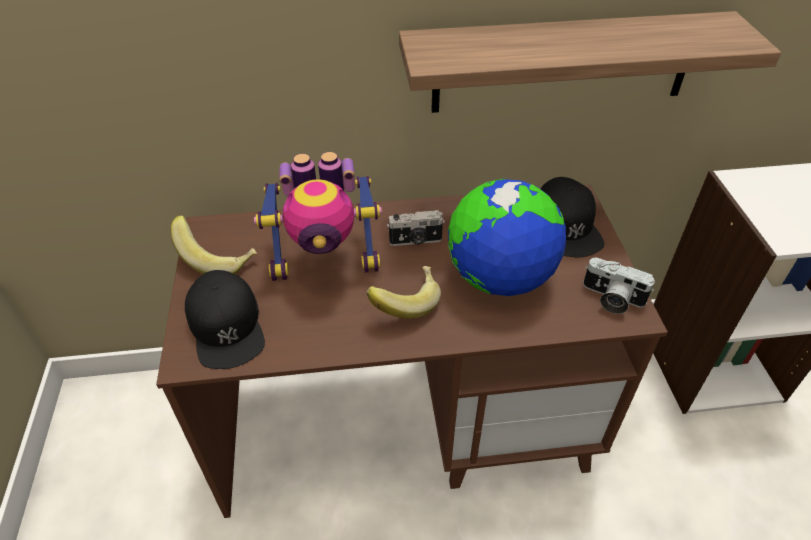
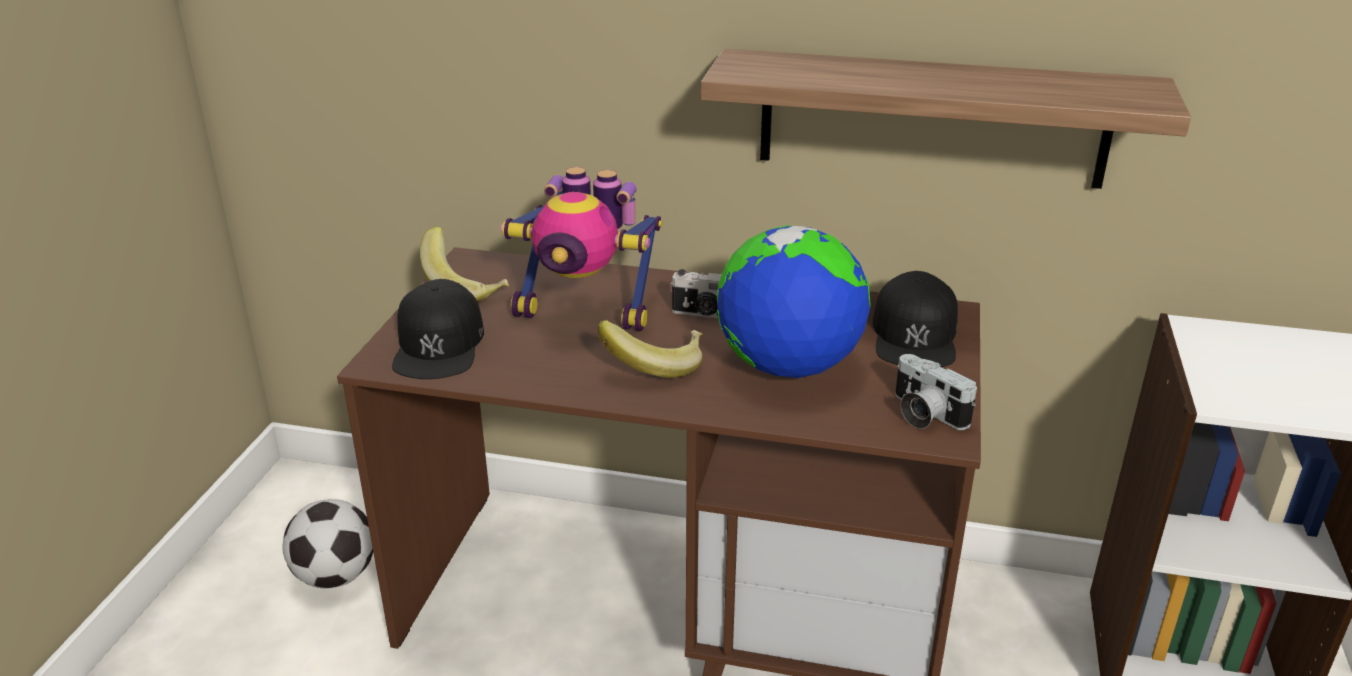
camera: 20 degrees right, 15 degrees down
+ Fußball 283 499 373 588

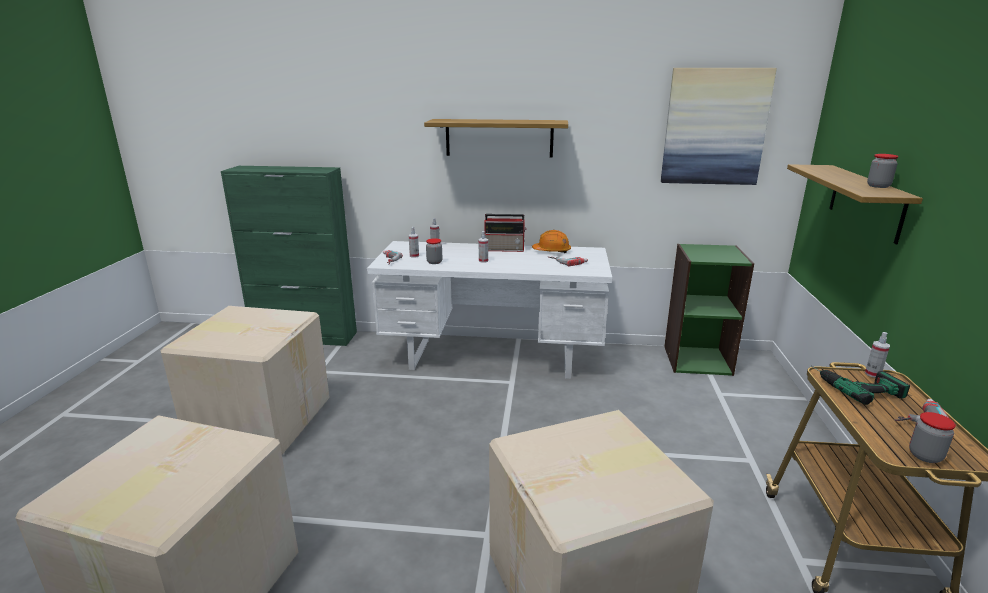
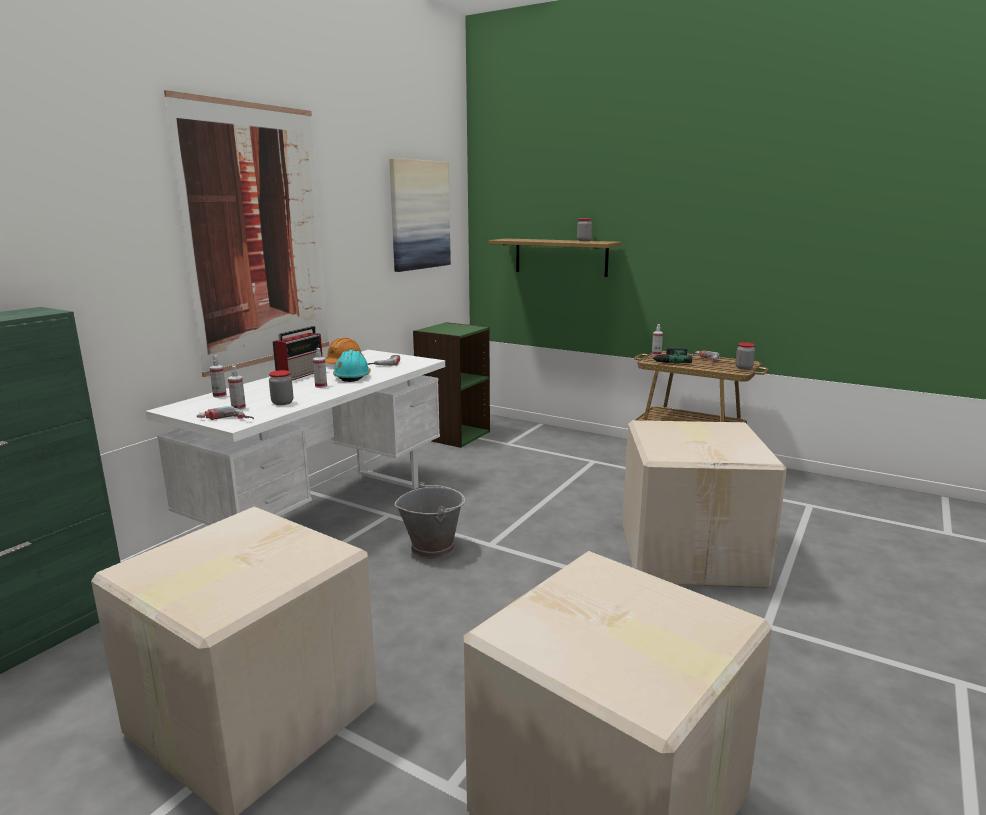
camera: 65 degrees left, 5 degrees down
+ Schutzhelm [türkis] 333 350 371 382
+ Eimer [grau] 394 481 465 559
~ Wandregal 424 119 568 157 to Bild 164 90 329 377

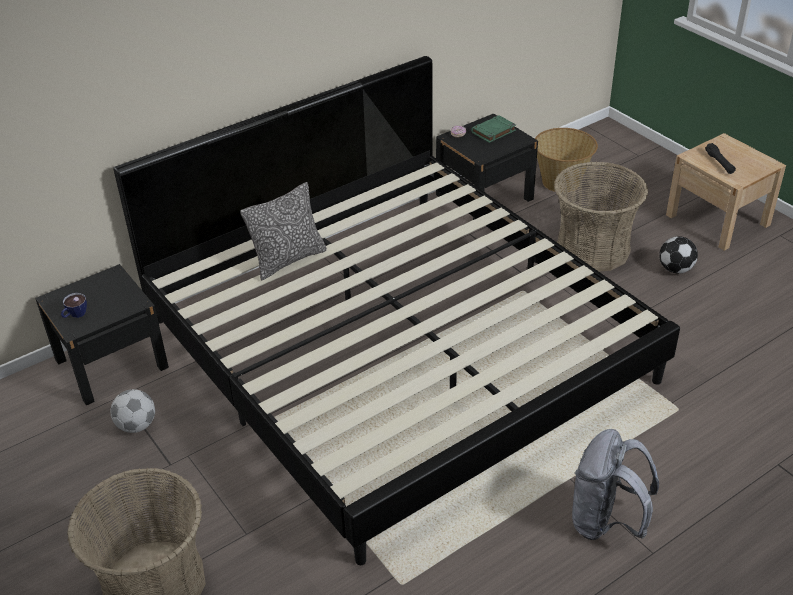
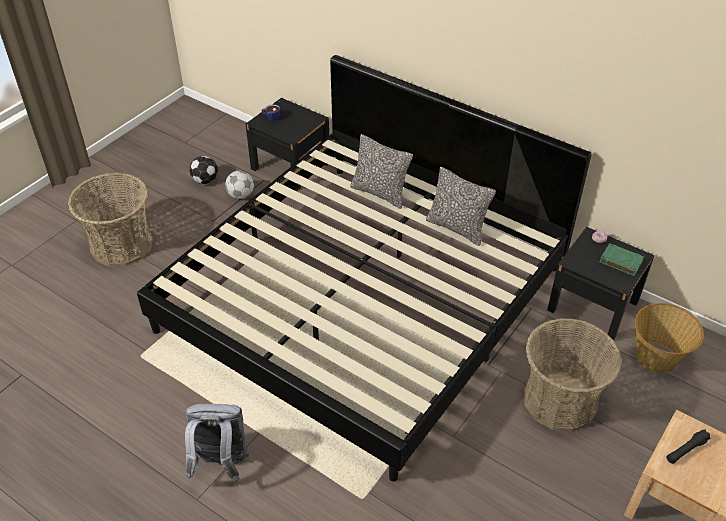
camera: 70 degrees right, 5 degrees up
+ Kissen 426 167 496 246
~ Fußball 659 236 698 274 to 189 156 218 184

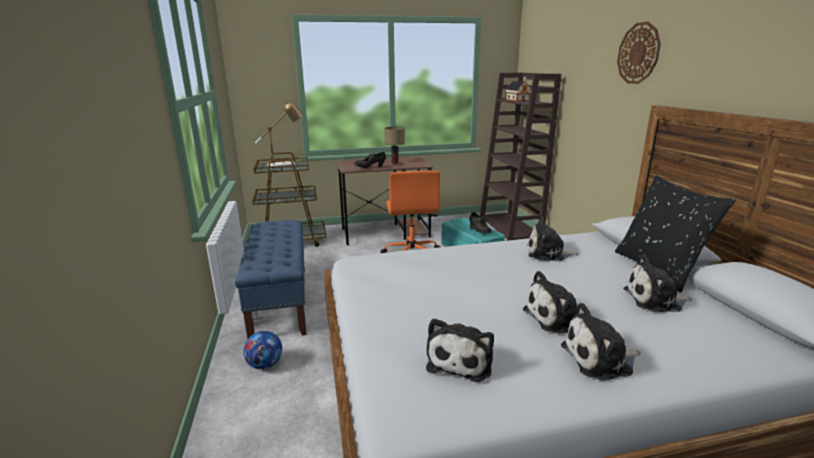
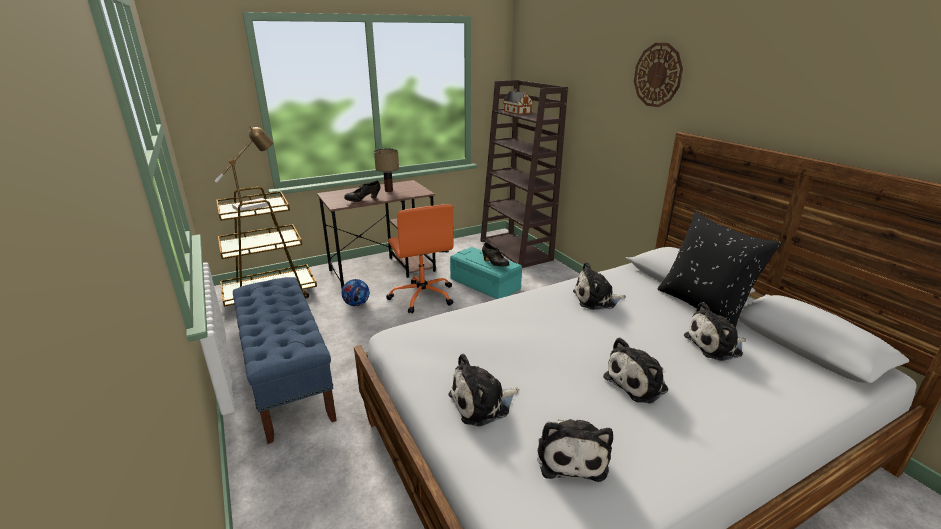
camera: 15 degrees left, 5 degrees up
~ Fußball 243 331 282 369 to 342 279 369 306
~ Plüschtier 561 303 641 380 to 449 354 519 426

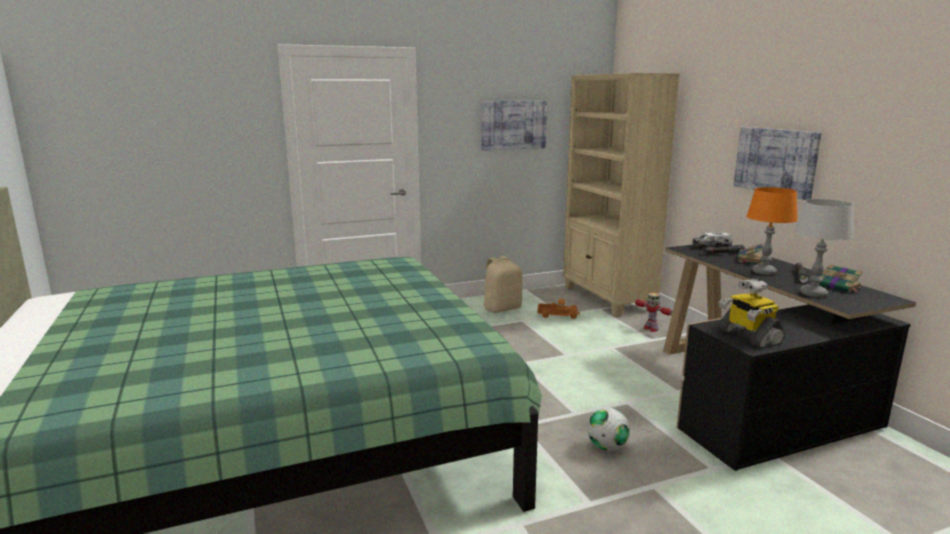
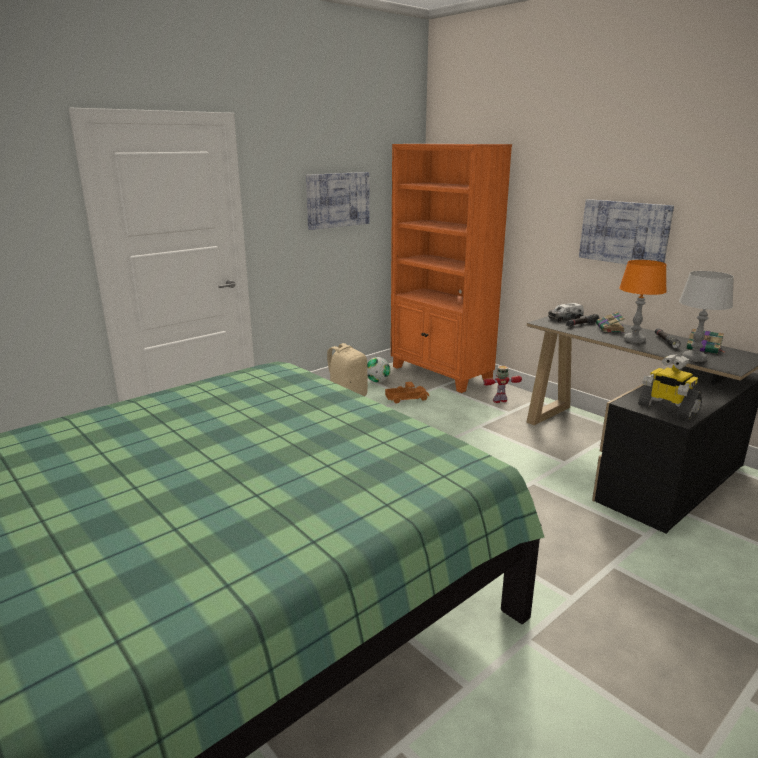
camera: 20 degrees left, 5 degrees up
~ Fußball 587 407 630 451 to 367 357 391 382
~ Bücherregal [beige] 563 73 680 317 to Bücherregal [orange] 391 144 512 393
~ Spielzeugroboter 635 292 672 332 = 483 366 522 403 135 degrees clockwise

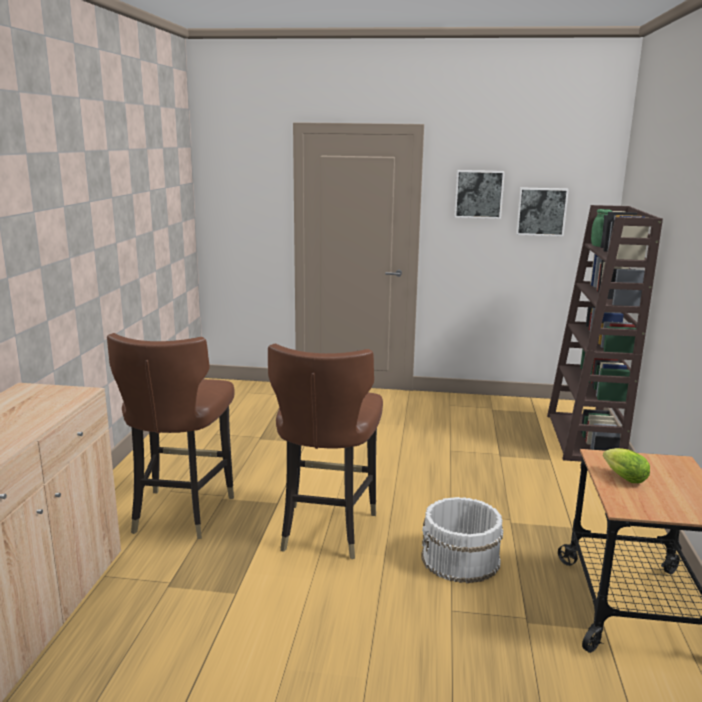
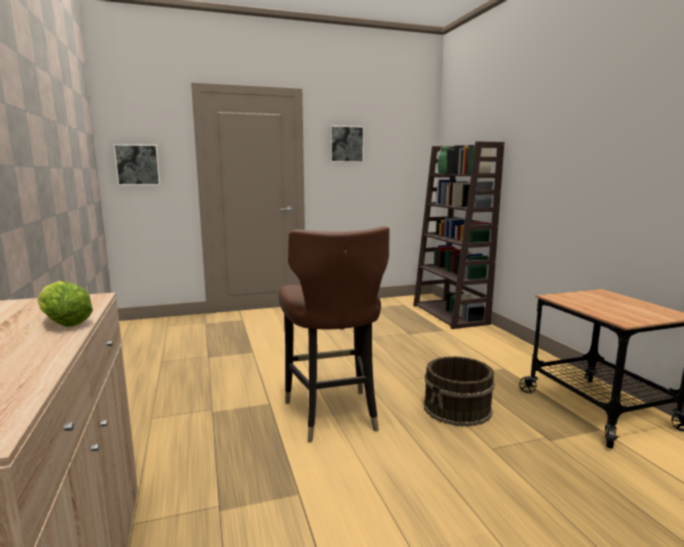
camera: 25 degrees left, 5 degrees down
- Stuhl [braun] 107 333 235 539
~ Bild 516 187 569 236 to 113 144 161 186
~ Salatkopf 603 448 650 483 to 38 281 93 327
~ Eimer [weiß] 421 497 503 583 to Eimer [braun] 424 356 495 427

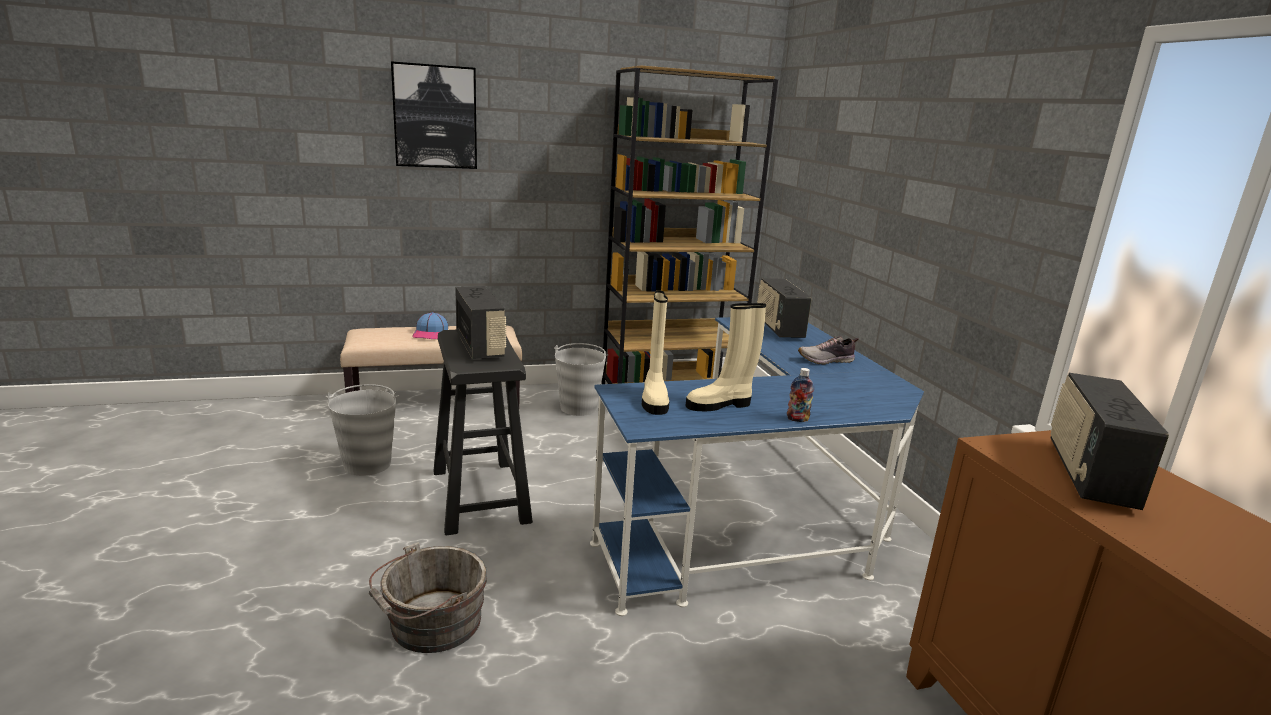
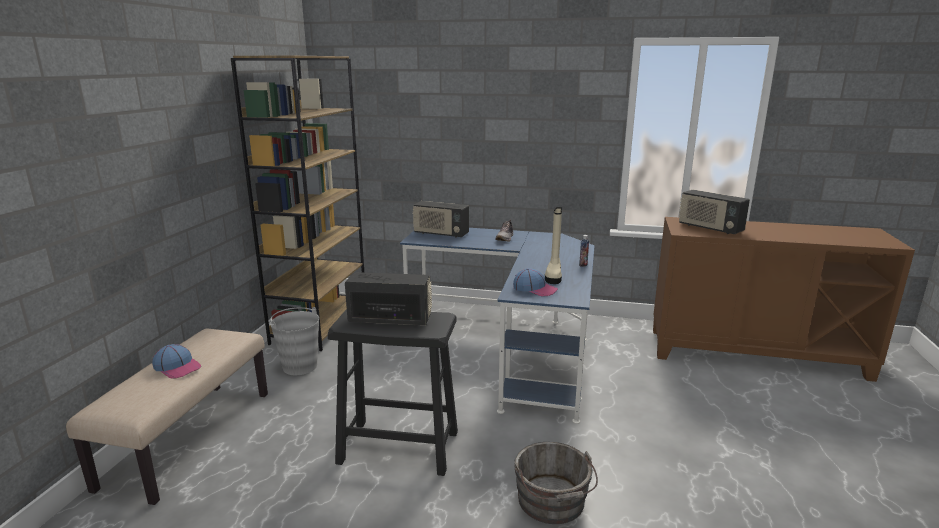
camera: 60 degrees left, 0 degrees up
- Eimer [grau] 326 384 399 476
- Bild 391 61 477 169
~ Stiefel [beige] 642 290 669 415 to Kappe 513 268 558 296

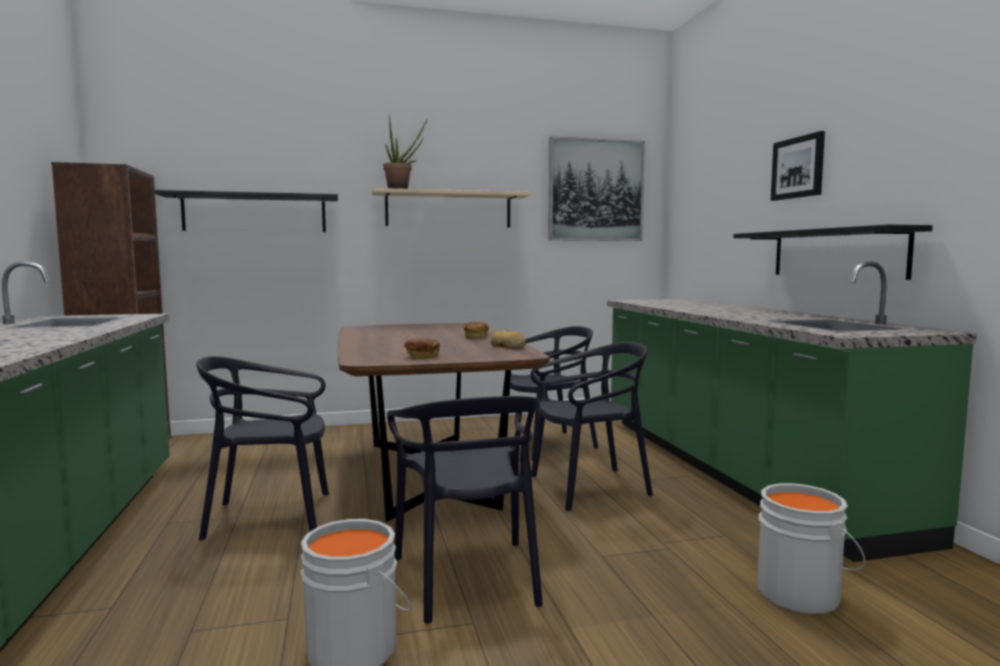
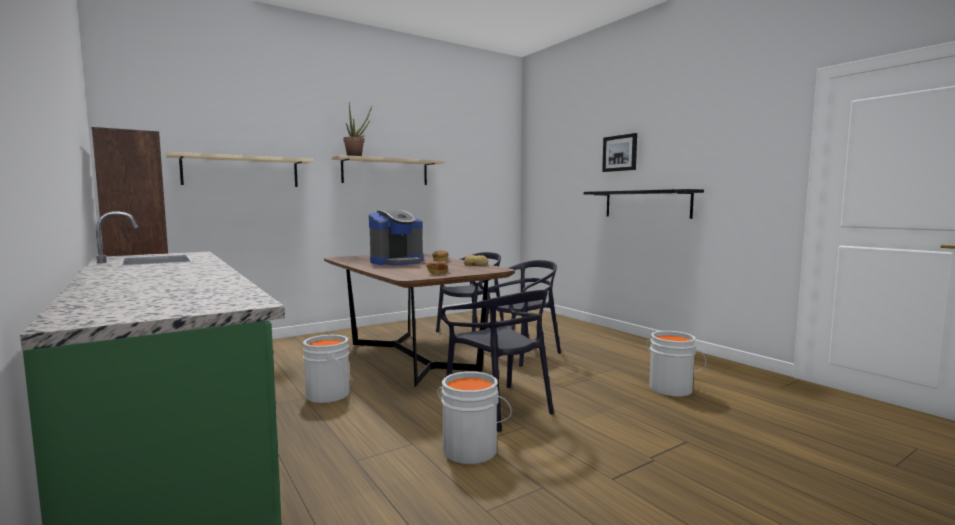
camera: 20 degrees left, 0 degrees up
- Bild 548 136 645 241
- Küchenzeile [grün] 607 262 977 562
+ Kaffeemaschine 369 210 423 265
~ Stuhl [schwarz] 196 356 329 540 to Eimer [grau] 303 335 353 403
~ Wandregal [schwarz] 155 190 338 232 to Wandregal [beige] 166 152 314 187

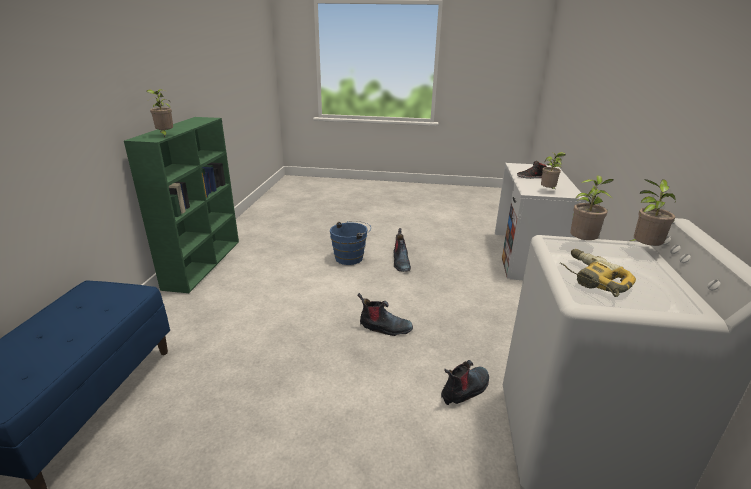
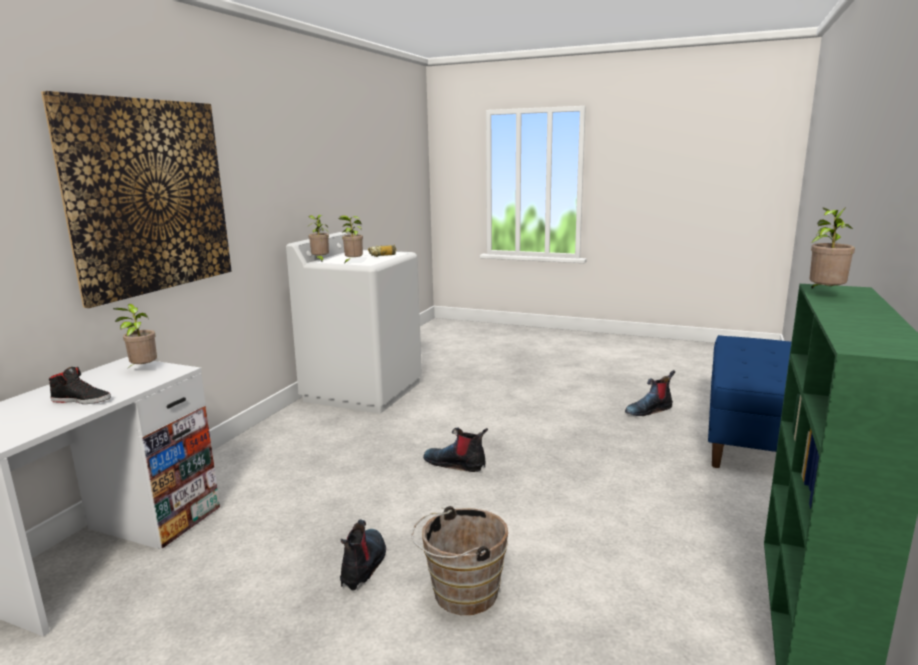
camera: 165 degrees left, 10 degrees down
+ Bild 41 91 232 308
~ Stiefel 441 360 489 405 to 625 370 675 416
~ Eimer [blau] 330 221 371 265 to Eimer [braun] 412 506 508 615

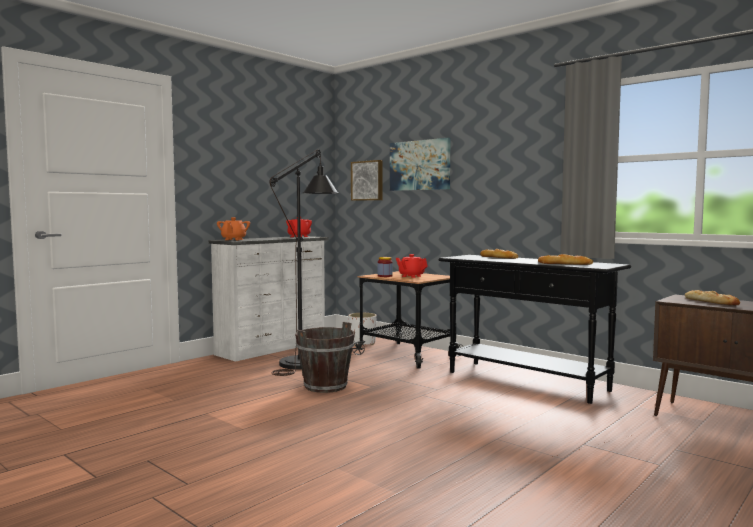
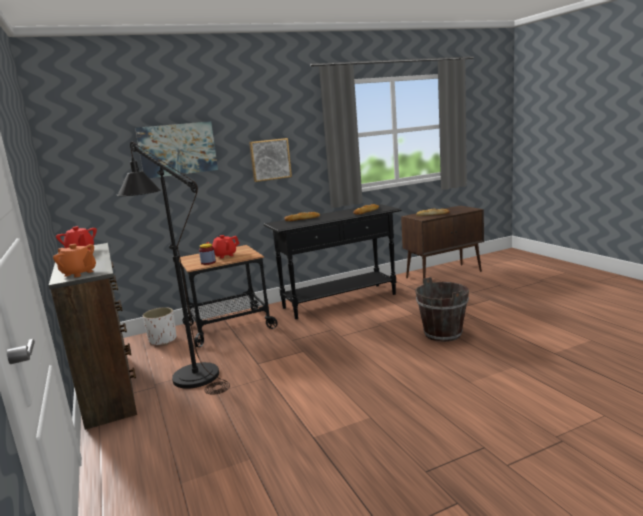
camera: 65 degrees left, 10 degrees up
~ Eimer [braun] 295 322 355 393 to 415 277 469 342
~ Bild 351 160 382 201 to 249 138 292 182
~ Kommode [weiß] 209 236 328 362 to Kommode [braun] 49 243 137 430

